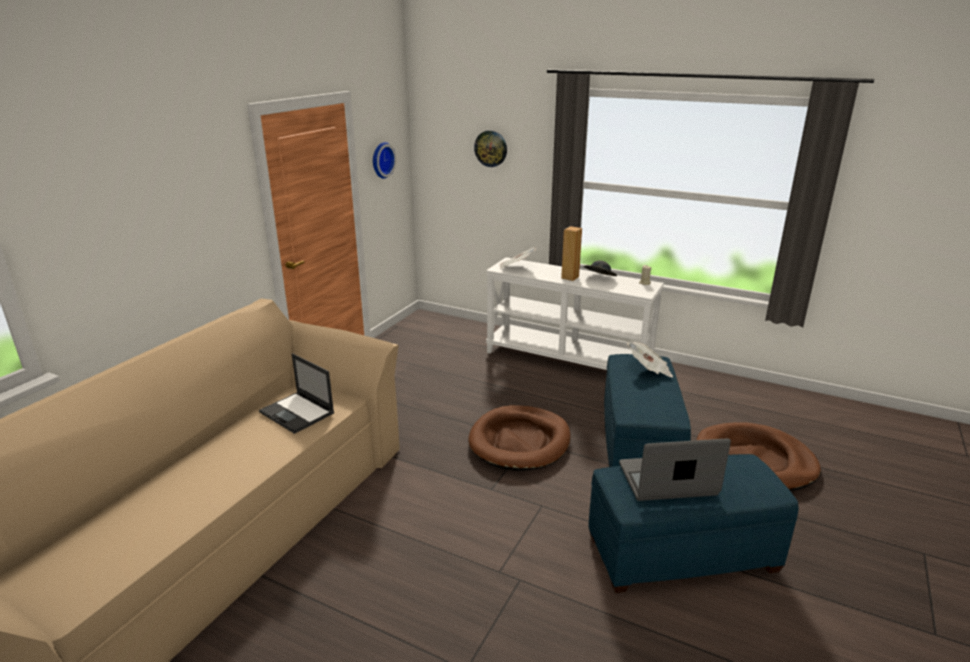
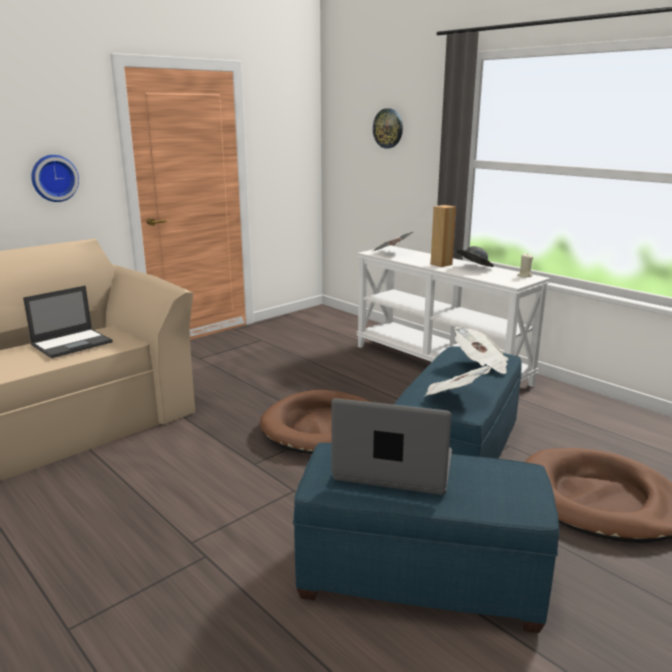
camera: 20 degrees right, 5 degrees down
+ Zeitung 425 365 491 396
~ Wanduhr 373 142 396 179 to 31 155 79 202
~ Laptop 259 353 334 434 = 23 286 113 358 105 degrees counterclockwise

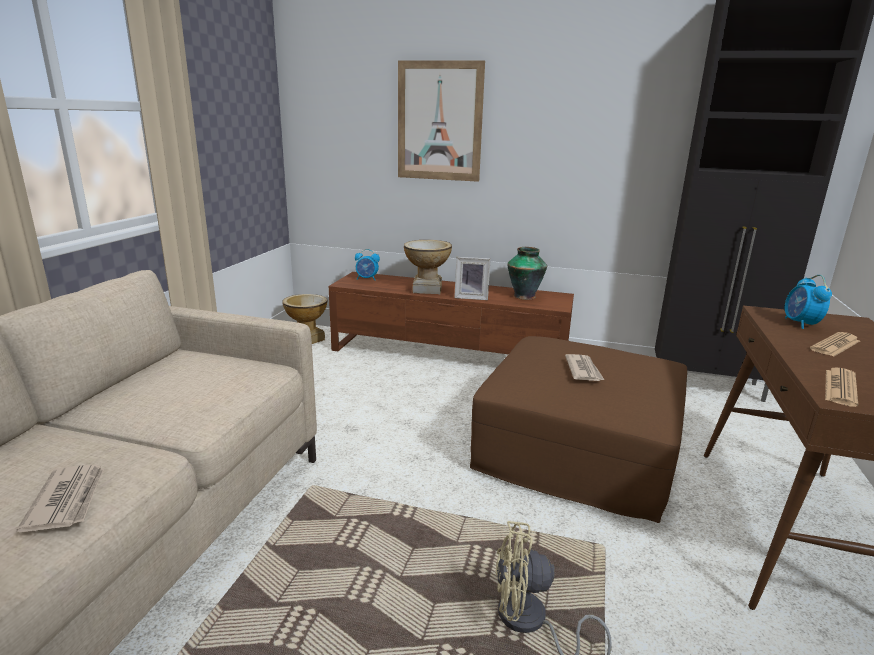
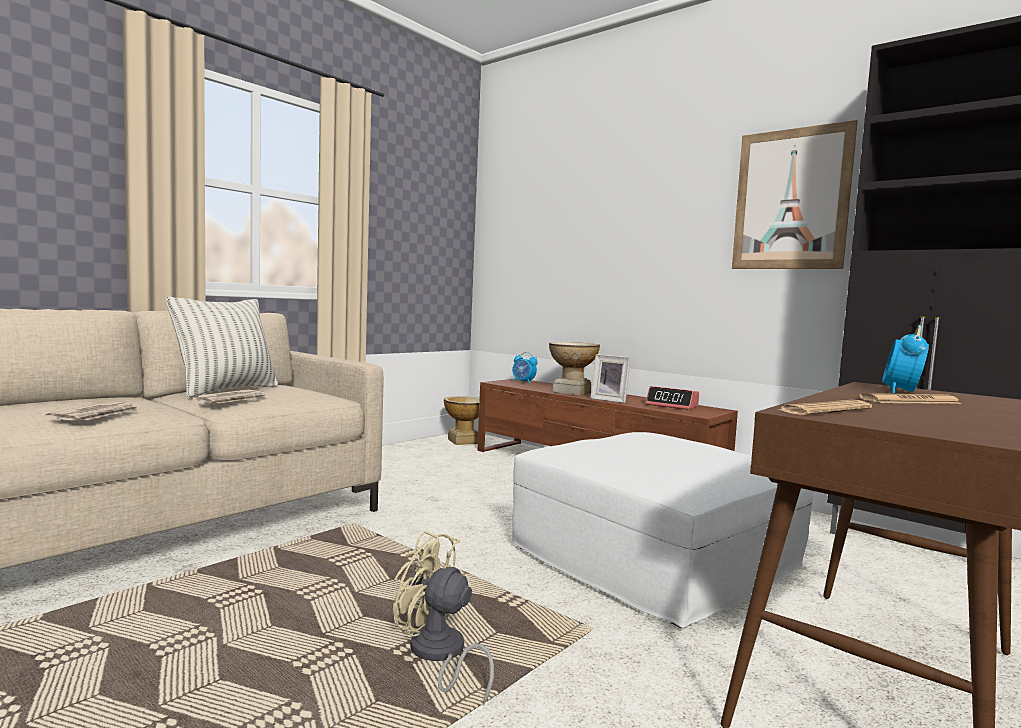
camera: 25 degrees right, 15 degrees down
+ Kissen 166 297 278 397
~ Bild 398 60 485 182 to 732 120 858 269
~ Zeitung 565 354 604 381 to 192 389 268 403
~ Vase 507 247 547 300 to Wecker 646 386 699 410
~ Polsterhocker [braun] 470 336 687 523 to Polsterhocker [weiß] 512 432 814 628

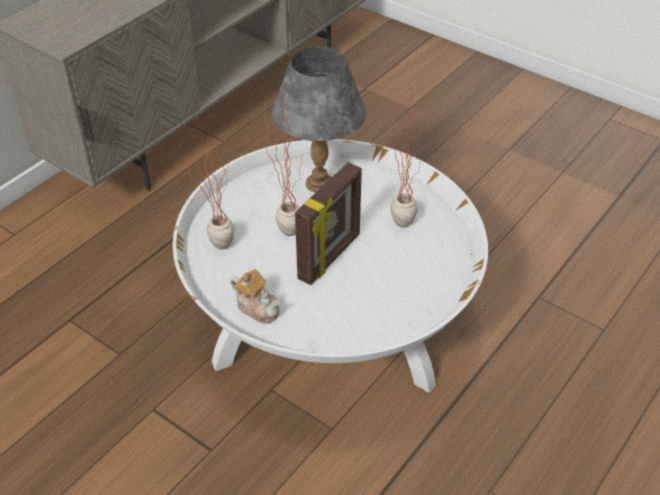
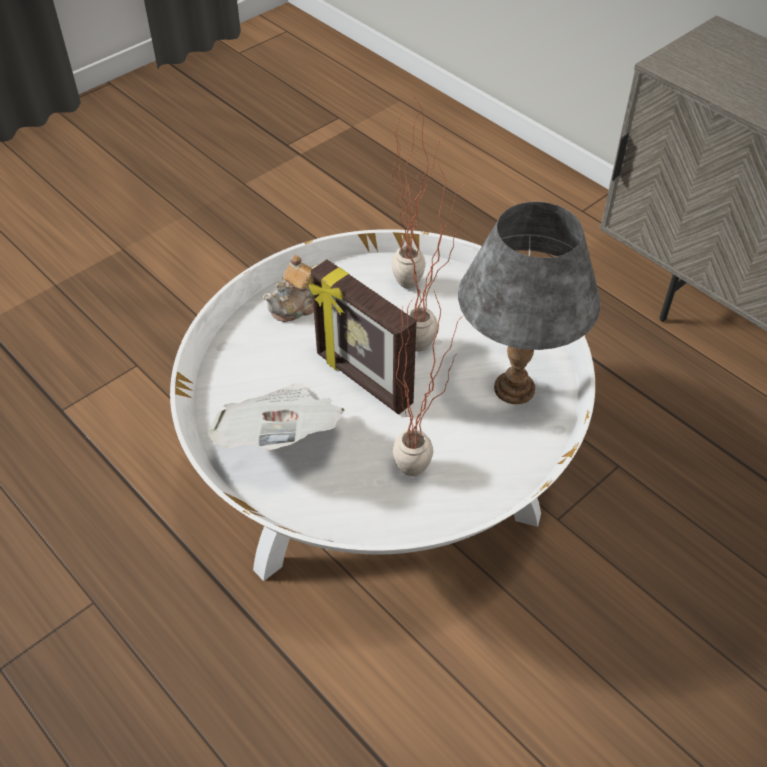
camera: 100 degrees right, 5 degrees up
+ Zeitung 207 384 345 451

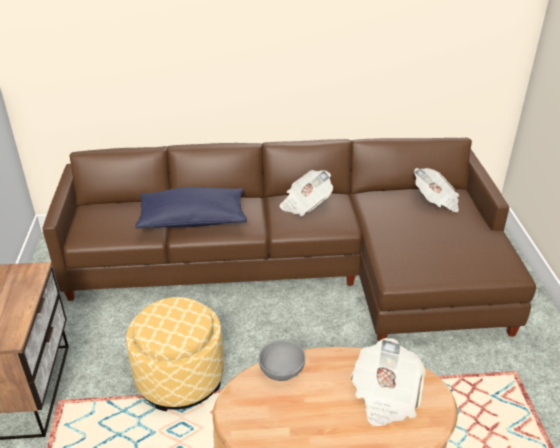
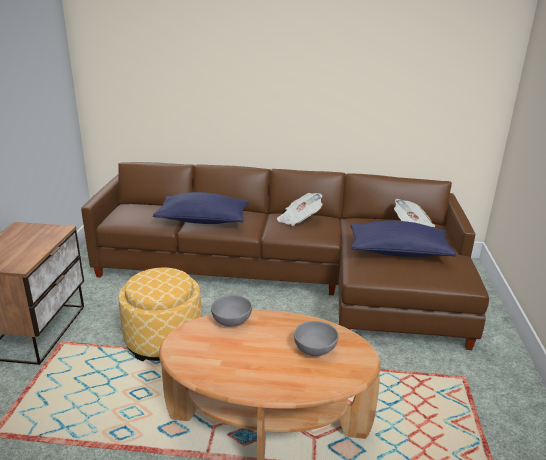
camera: 10 degrees right, 10 degrees down
+ Kissen [blau] 350 220 456 257
~ Zeitung 351 338 426 426 to Schüssel [grau] 294 321 338 356

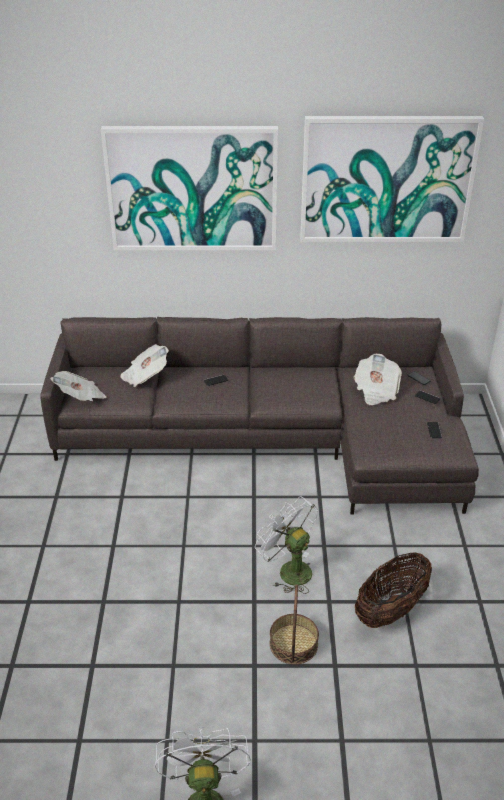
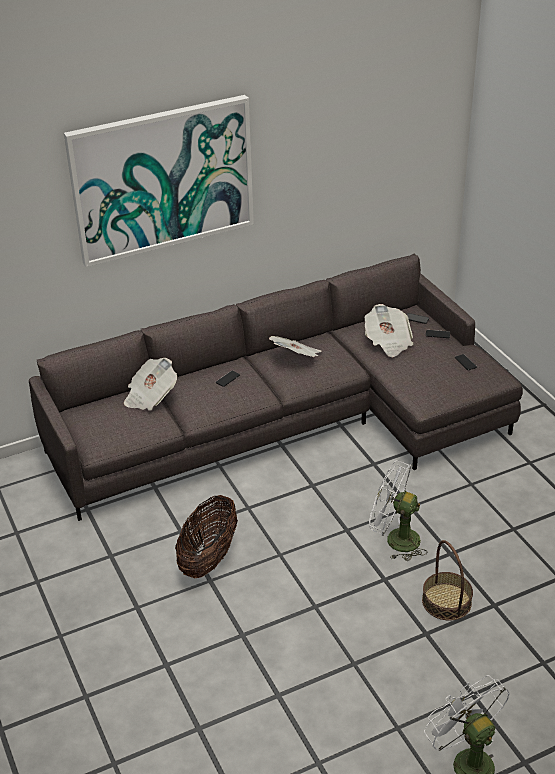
camera: 25 degrees left, 0 degrees up
- Bild 300 116 484 242
~ Zeitung 50 371 106 401 to 269 336 321 357
~ Korb 355 553 432 628 to 175 495 238 578

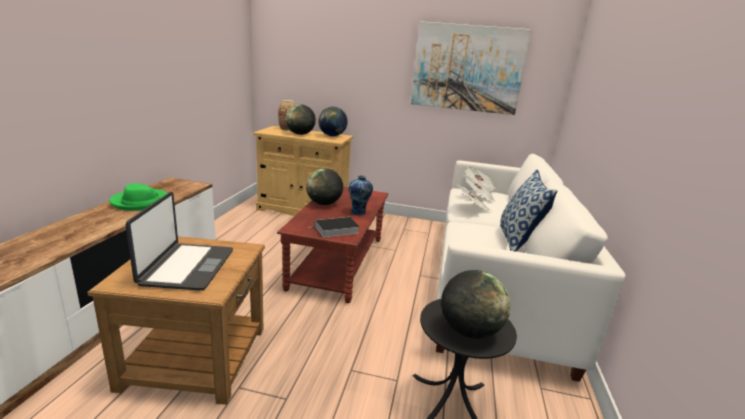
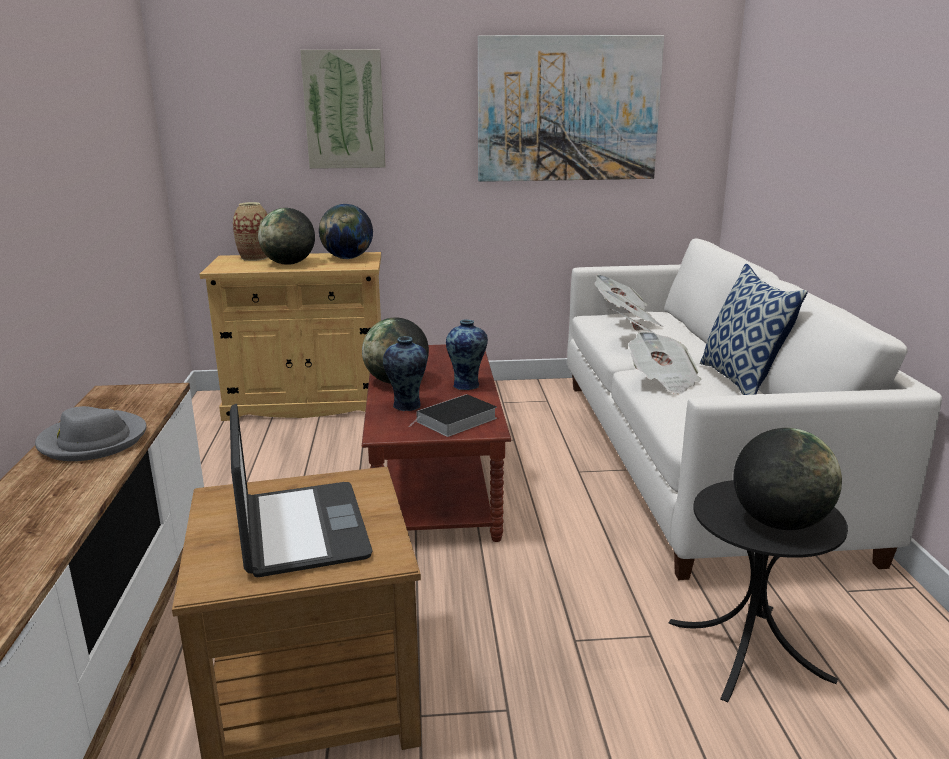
camera: 15 degrees left, 0 degrees up
+ Bild 300 49 385 169
+ Vase 383 336 428 411
+ Zeitung 628 331 702 394
~ Hut [grün] 109 183 167 211 to Hut [grau] 35 406 146 461

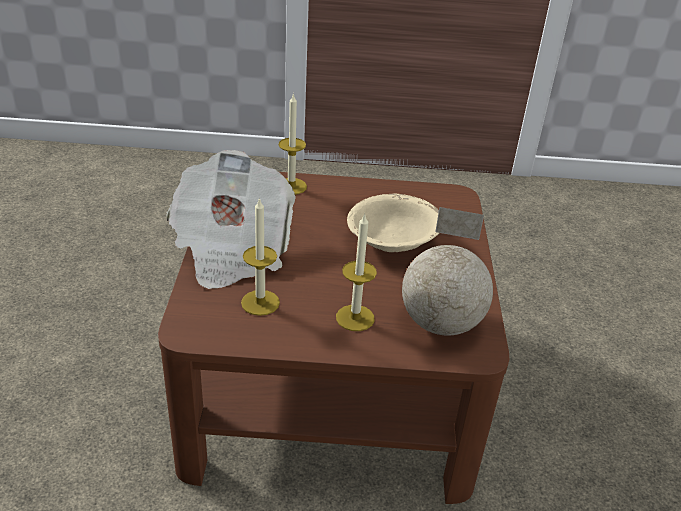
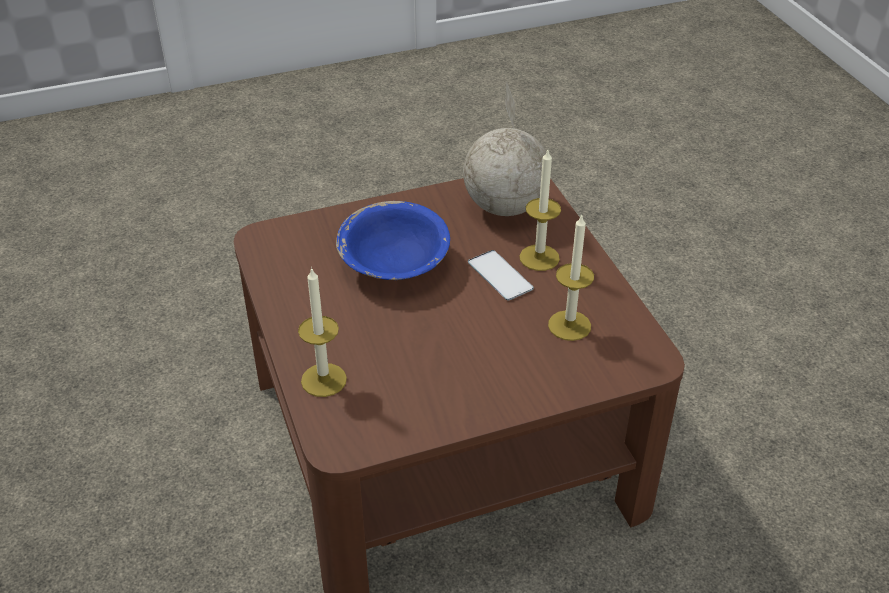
camera: 110 degrees left, 5 degrees up
- Zeitung 167 150 296 289
+ Handy 468 250 534 301
~ Schüssel [beige] 347 193 439 252 to Schüssel [blau] 336 201 450 280

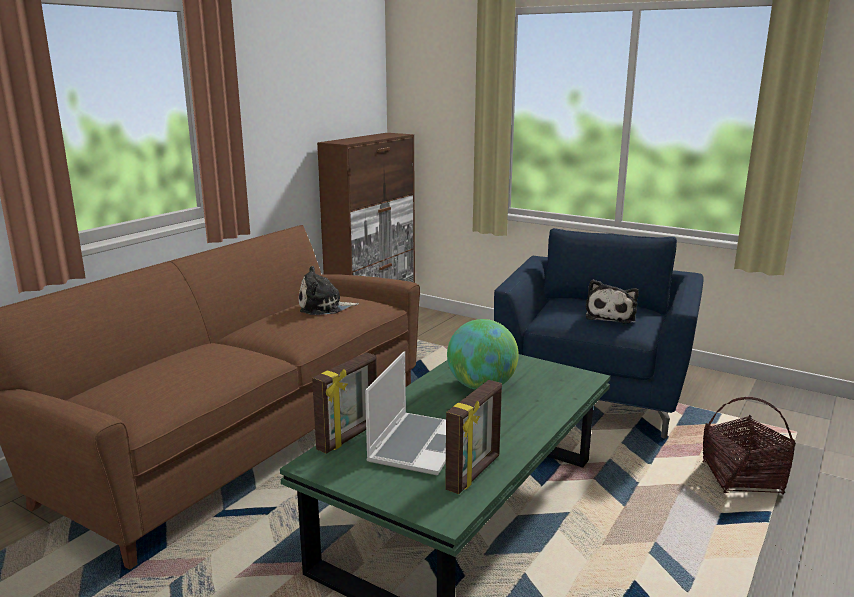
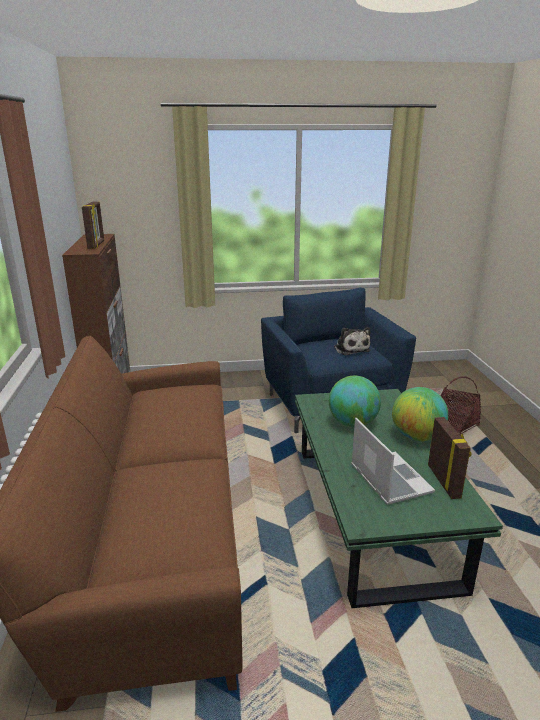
camera: 40 degrees left, 5 degrees up
- Plüschtier 299 266 359 315
+ Globus 392 387 448 441
~ Bilderrahmen 312 352 377 454 to 82 202 104 249

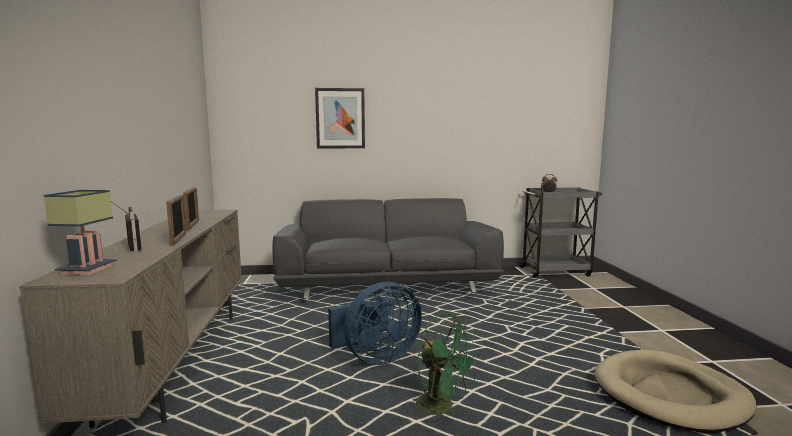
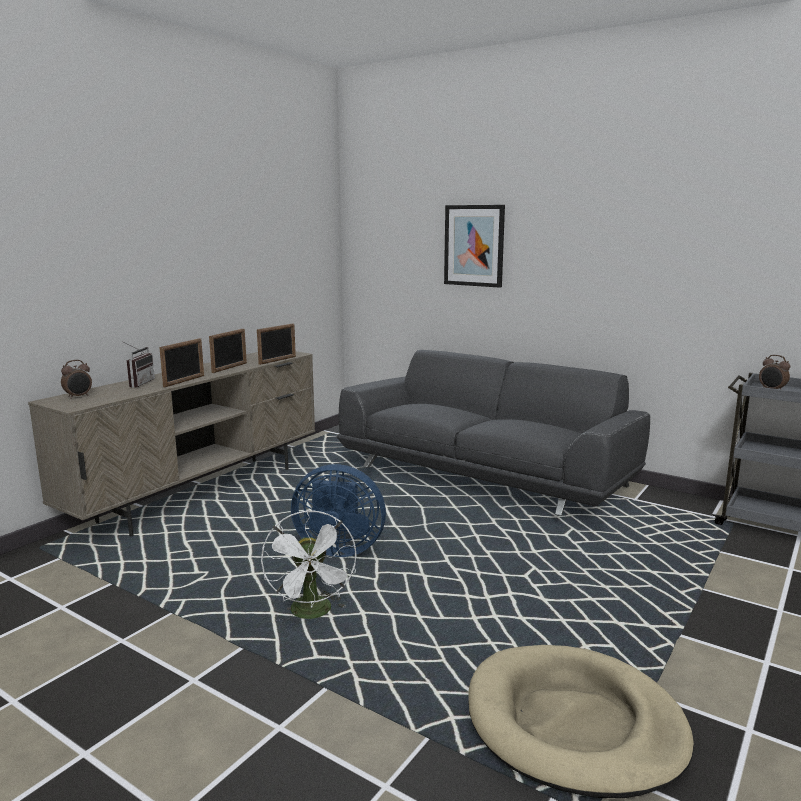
camera: 40 degrees right, 5 degrees up
+ Bilderrahmen 257 324 296 365
~ Tischlampe 43 190 117 275 to Wecker 61 360 92 399
~ Ventilator [grün] 416 313 480 423 to Ventilator [weiß] 261 510 357 619

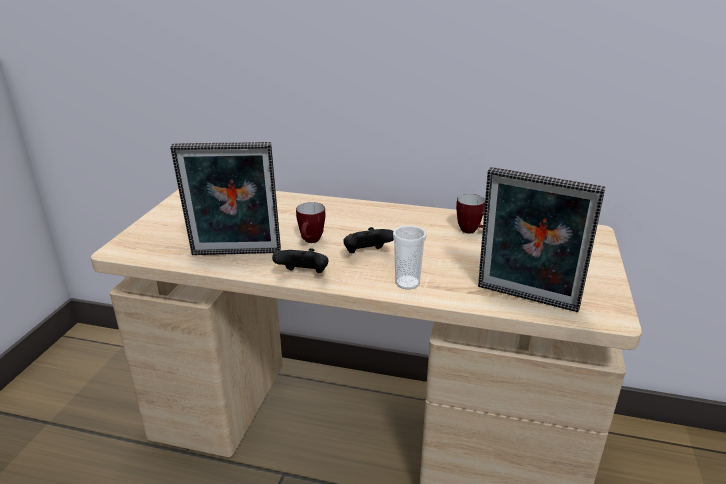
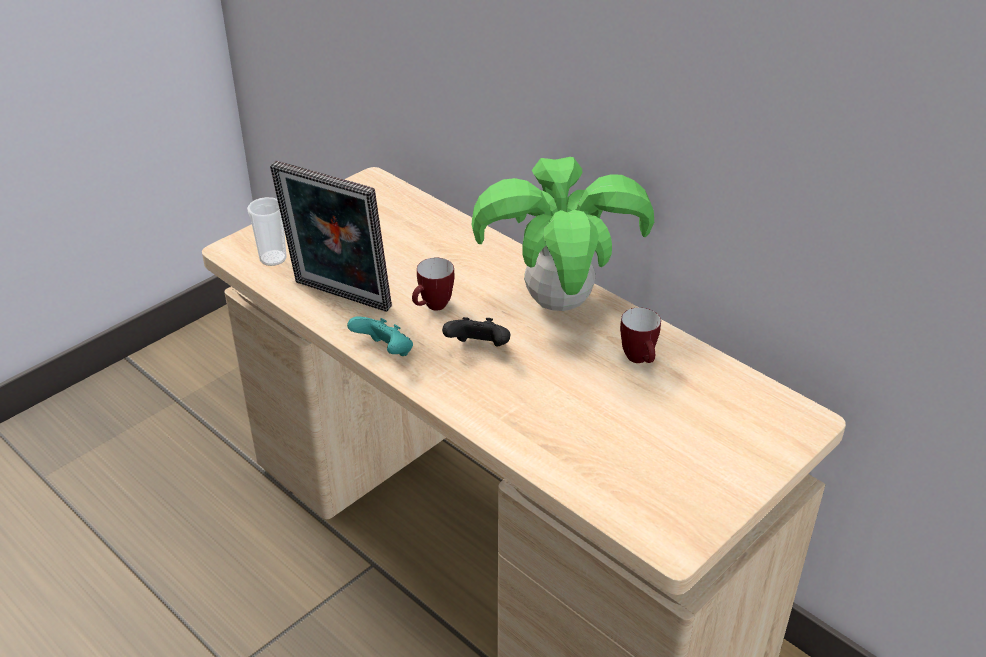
camera: 30 degrees right, 10 degrees up
- Bilderrahmen 478 167 605 312
+ Topfpflanze 472 157 654 311
~ Tasse 393 225 427 289 to 247 197 287 266
~ Gamepad [schwarz] 272 248 328 273 to Gamepad [türkis] 347 316 413 356

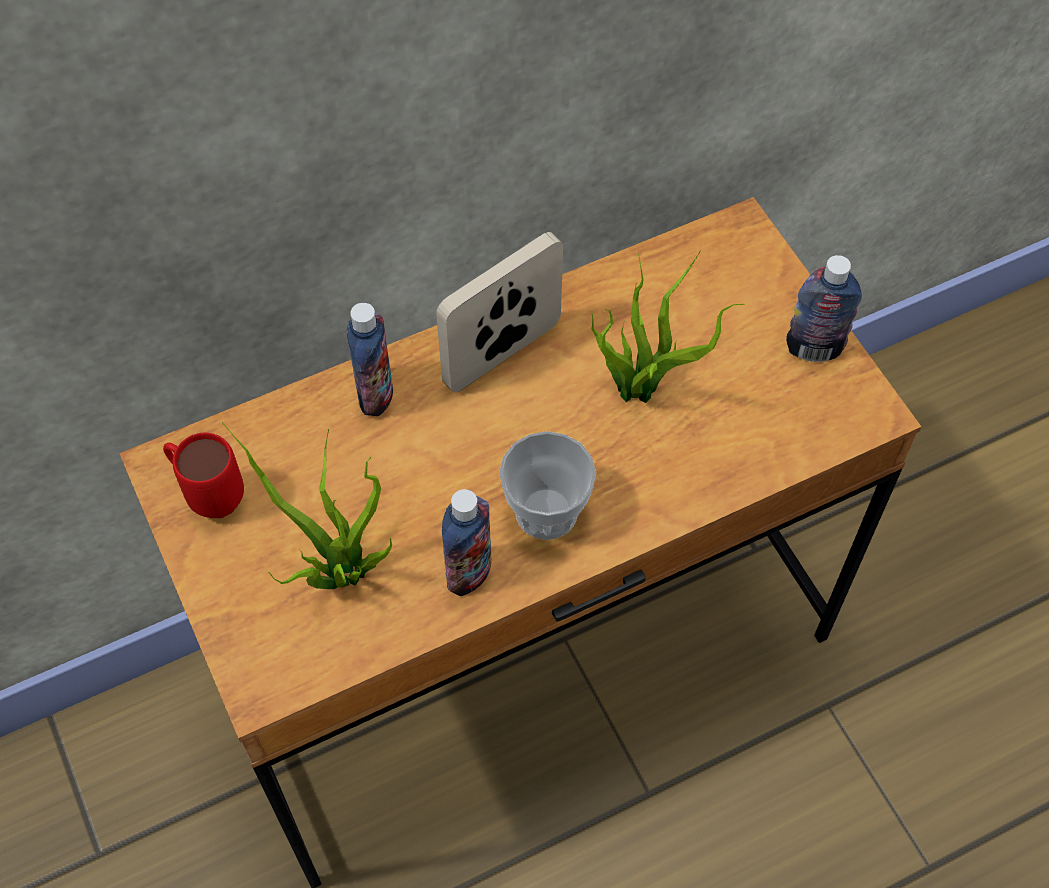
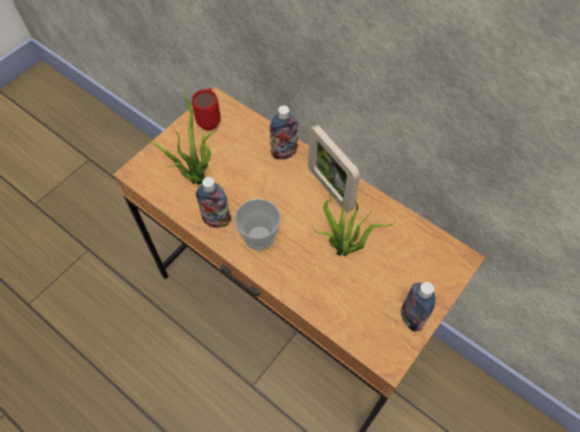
camera: 65 degrees right, 0 degrees up
~ Bilderrahmen 436 232 563 392 = 308 125 360 212 150 degrees counterclockwise

